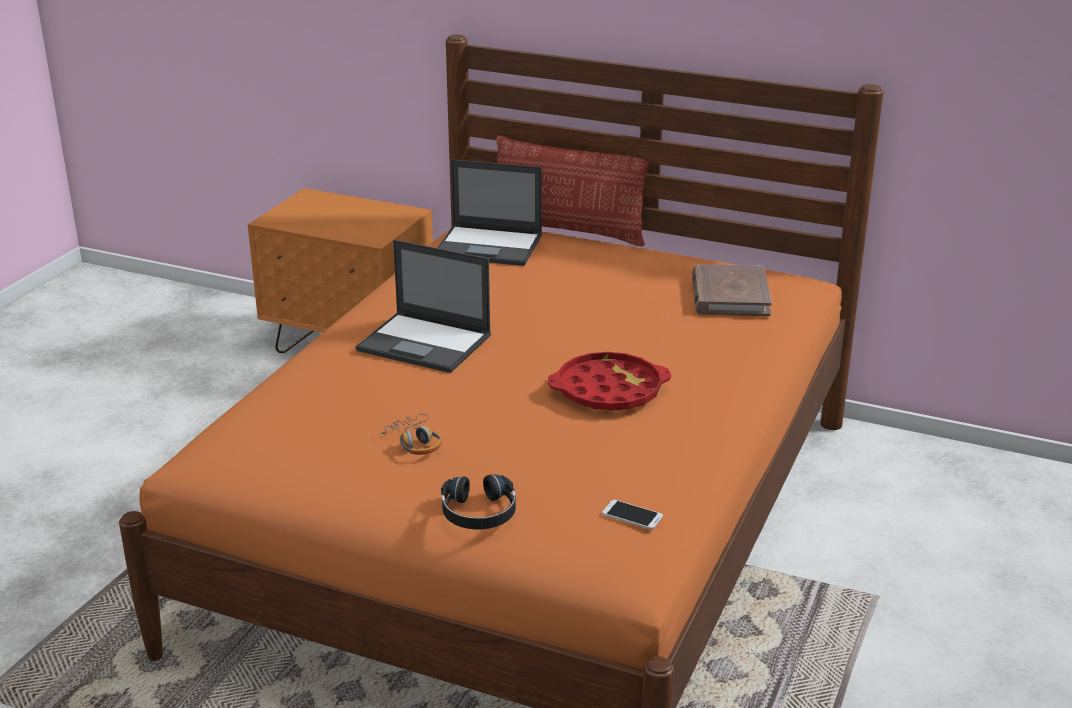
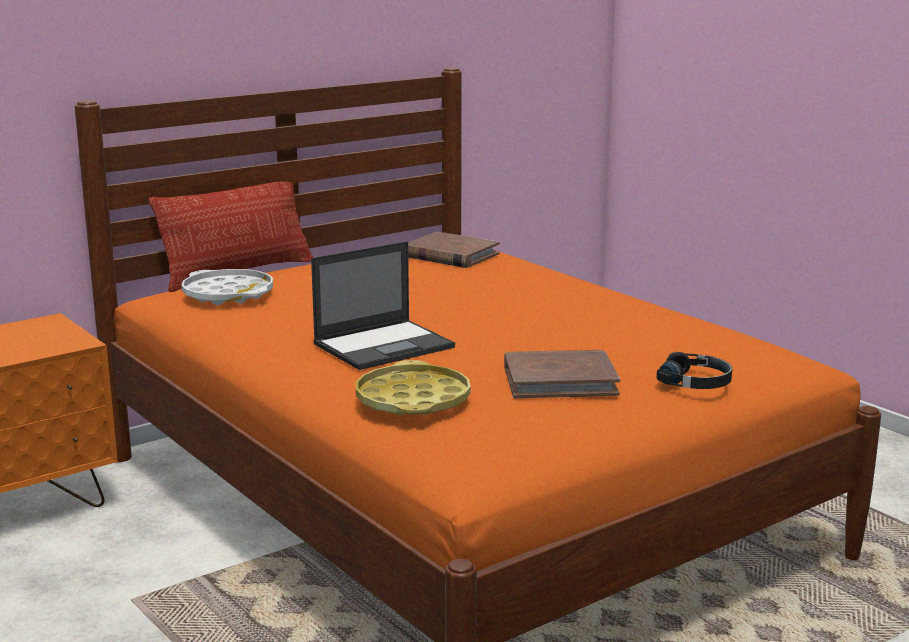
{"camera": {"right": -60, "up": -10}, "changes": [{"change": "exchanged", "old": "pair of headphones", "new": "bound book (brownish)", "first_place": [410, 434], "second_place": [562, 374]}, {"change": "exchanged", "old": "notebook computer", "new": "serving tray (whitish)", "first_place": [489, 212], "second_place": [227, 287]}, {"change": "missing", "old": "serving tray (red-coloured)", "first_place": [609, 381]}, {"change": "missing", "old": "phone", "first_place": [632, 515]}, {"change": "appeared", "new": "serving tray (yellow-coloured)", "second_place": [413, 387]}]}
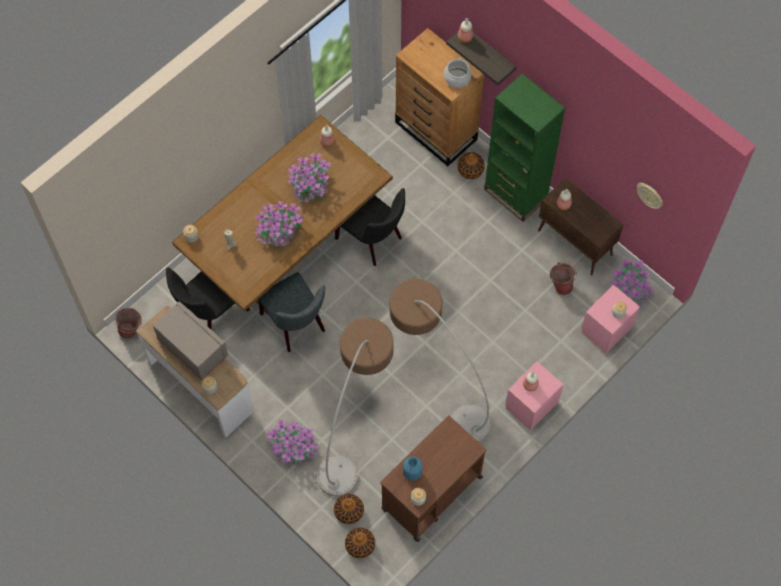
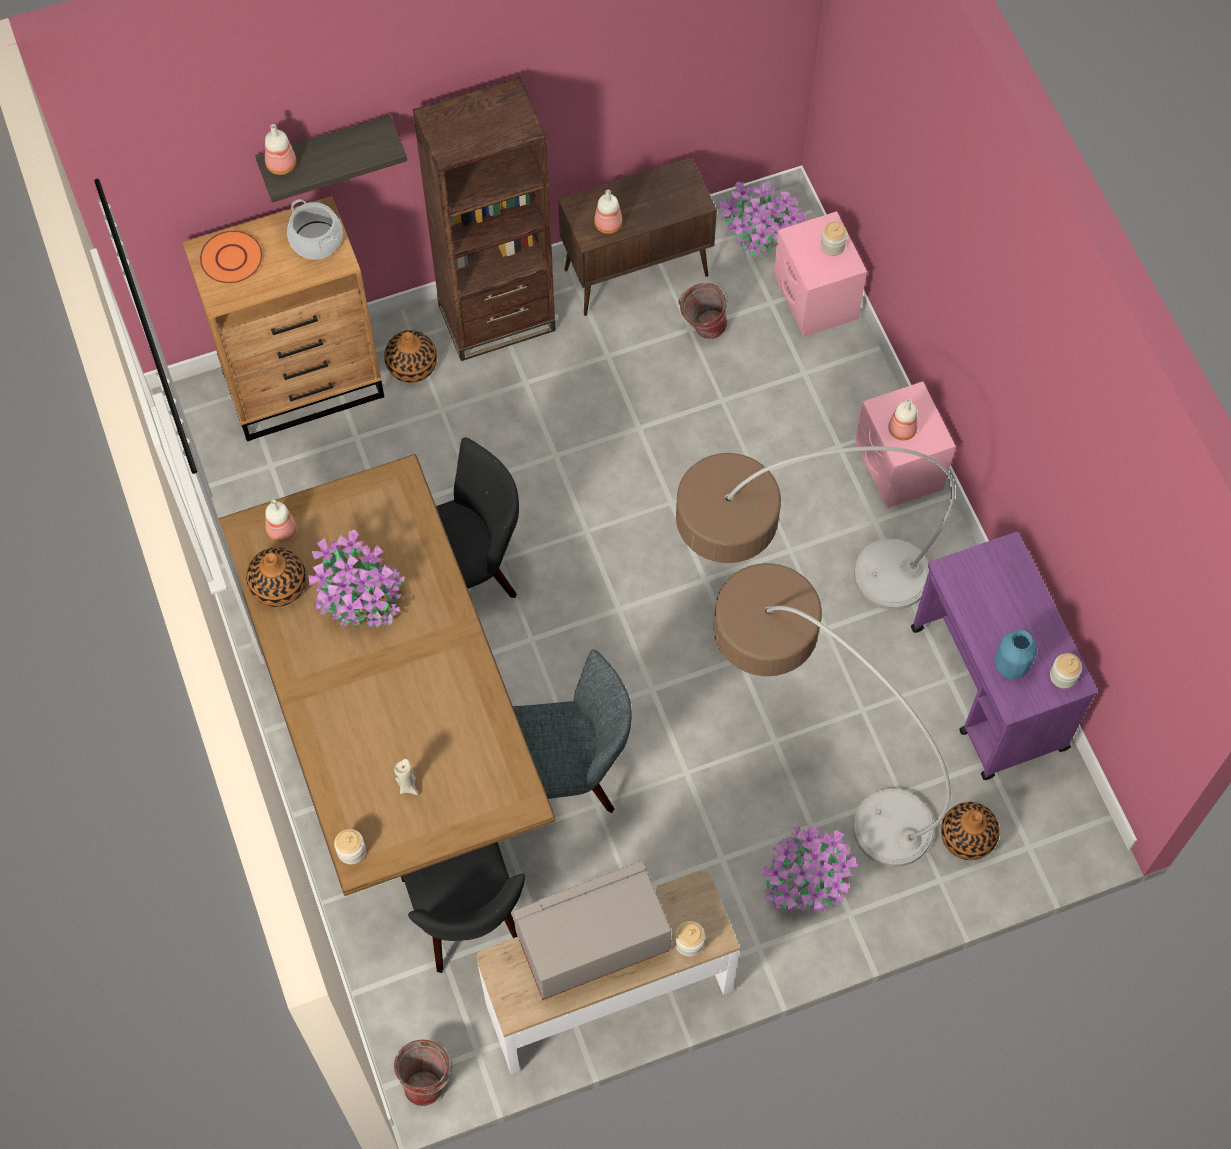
{"camera": {"right": -65, "up": 0}, "changes": [{"change": "missing", "old": "houseplant", "first_place": [279, 224]}, {"change": "relocated", "old": "decorative vase", "first_place": [360, 543], "second_place": [276, 577]}, {"change": "colour", "old": "wheeled cart (brownish)", "new": "wheeled cart (purplish)", "first_place": [433, 479], "second_place": [1004, 656]}, {"change": "colour", "old": "shelving unit (green-coloured)", "new": "shelving unit (brownish)", "first_place": [524, 148], "second_place": [484, 219]}, {"change": "missing", "old": "hanging clock", "first_place": [650, 196]}, {"change": "appeared", "new": "dinner plate (orange-coloured)", "second_place": [231, 257]}]}
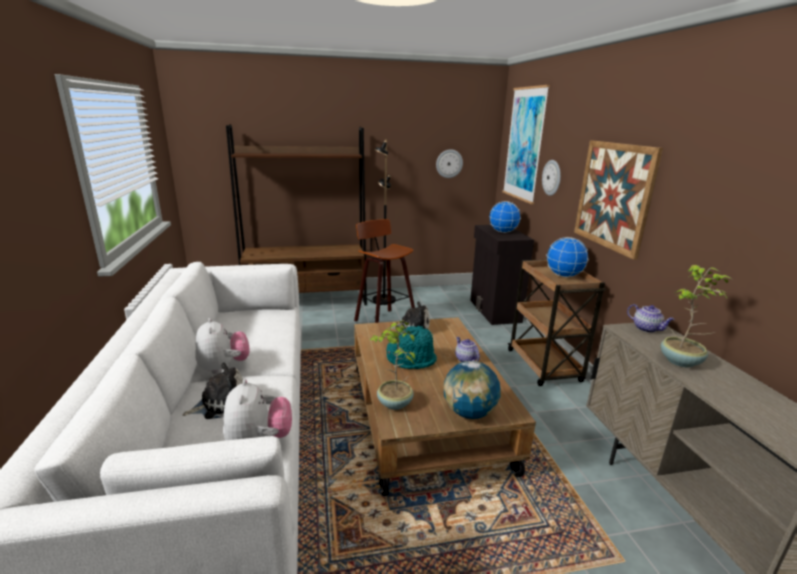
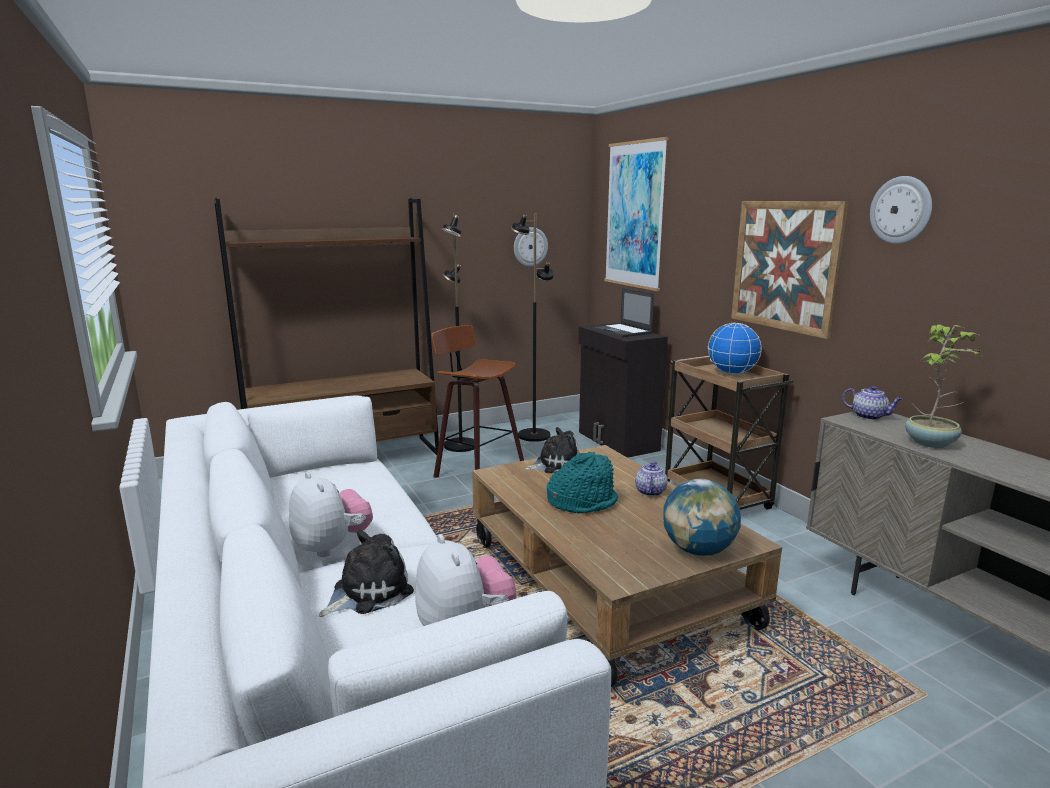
{"camera": {"right": -15, "up": -5}, "changes": [{"change": "missing", "old": "houseplant", "first_place": [392, 365]}, {"change": "spun", "old": "pot for tea", "first_place": [467, 349], "second_place": [651, 478], "degrees": 60}, {"change": "exchanged", "old": "world globe", "new": "notebook computer", "first_place": [505, 217], "second_place": [623, 312]}, {"change": "relocated", "old": "hanging clock", "first_place": [551, 178], "second_place": [901, 210]}, {"change": "appeared", "new": "standard lamp (black-coloured)", "second_place": [532, 327]}]}
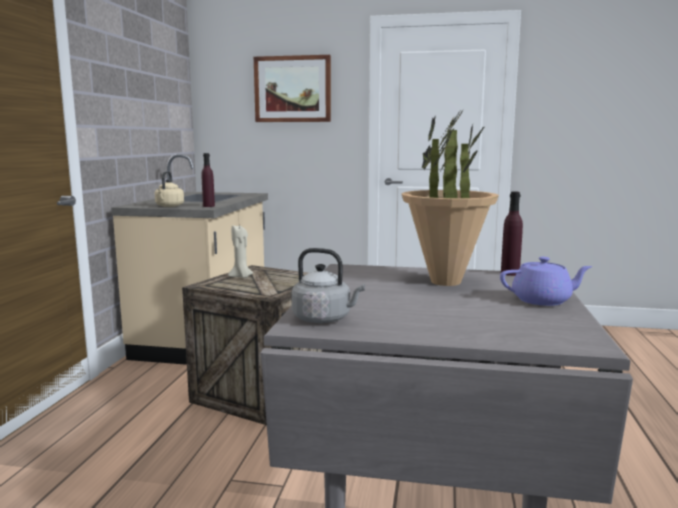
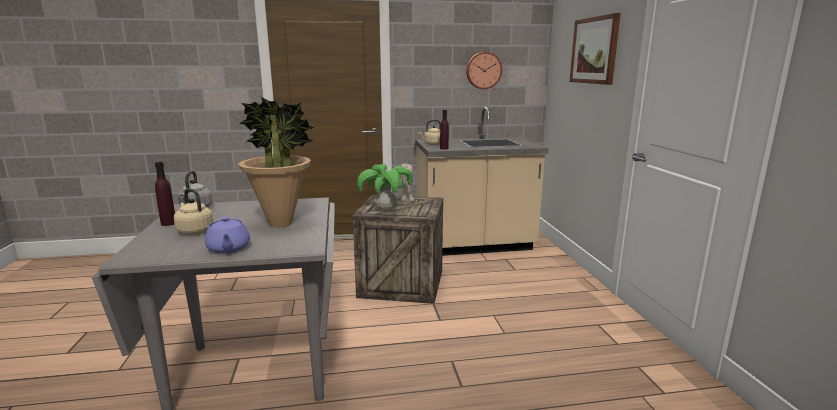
{"camera": {"right": 70, "up": 5}, "changes": [{"change": "relocated", "old": "beverage bottle (purplish)", "first_place": [512, 233], "second_place": [165, 194]}, {"change": "appeared", "new": "tea kettle (beige)", "second_place": [193, 211]}, {"change": "appeared", "new": "houseplant", "second_place": [385, 187]}, {"change": "appeared", "new": "hanging clock", "second_place": [484, 70]}]}
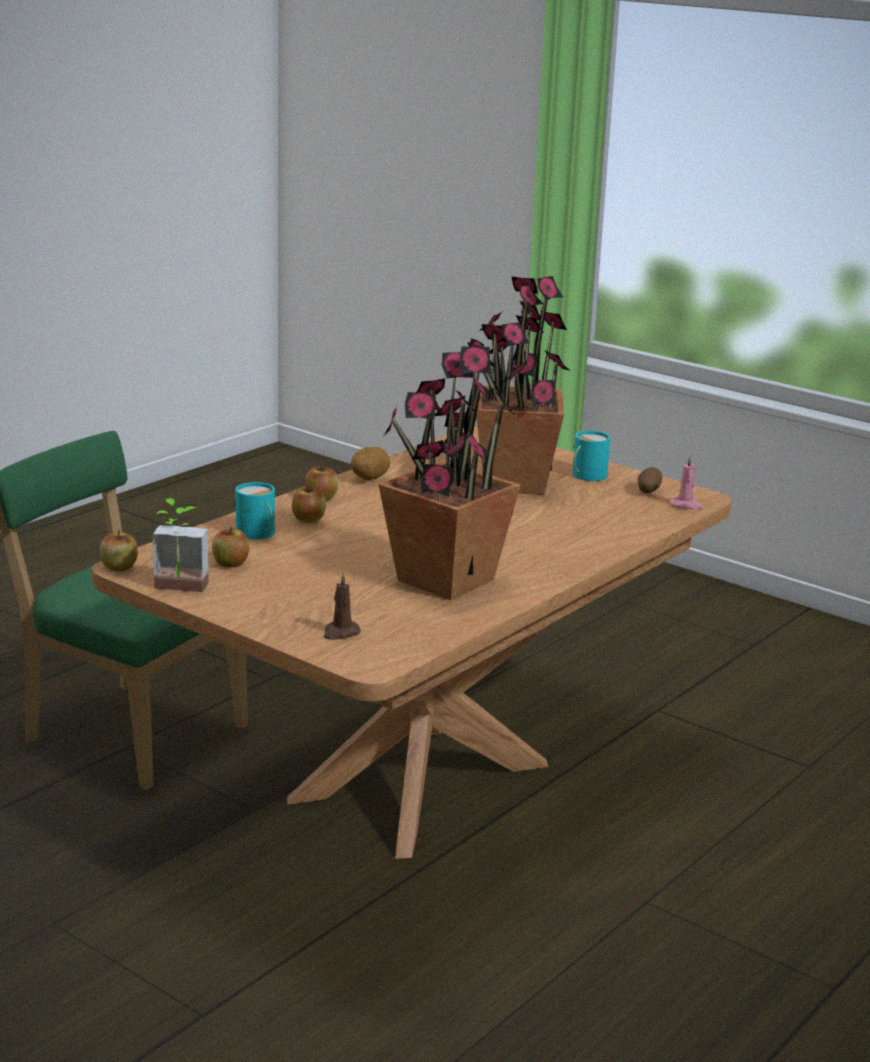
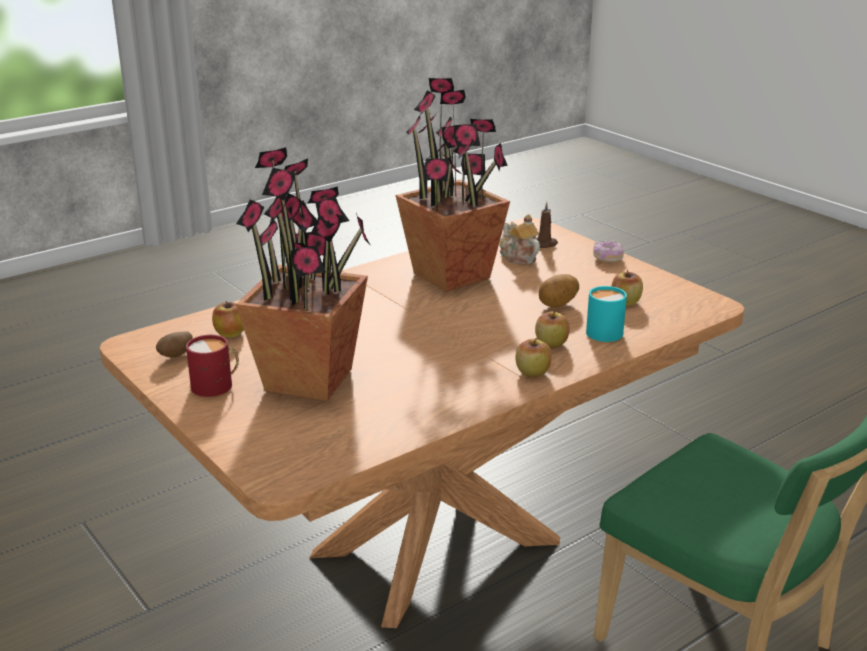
{"camera": {"right": -165, "up": 5}, "changes": [{"change": "relocated", "old": "whole apple", "first_place": [119, 550], "second_place": [228, 319]}, {"change": "missing", "old": "houseplant", "first_place": [181, 545]}, {"change": "relocated", "old": "potato", "first_place": [370, 463], "second_place": [559, 291]}, {"change": "colour", "old": "coffee mug (turquoise)", "new": "coffee mug (red-coloured)", "first_place": [591, 456], "second_place": [212, 366]}, {"change": "missing", "old": "wax light (pink-coloured)", "first_place": [686, 482]}, {"change": "appeared", "new": "pot for tea", "second_place": [519, 239]}, {"change": "appeared", "new": "donut", "second_place": [608, 251]}]}
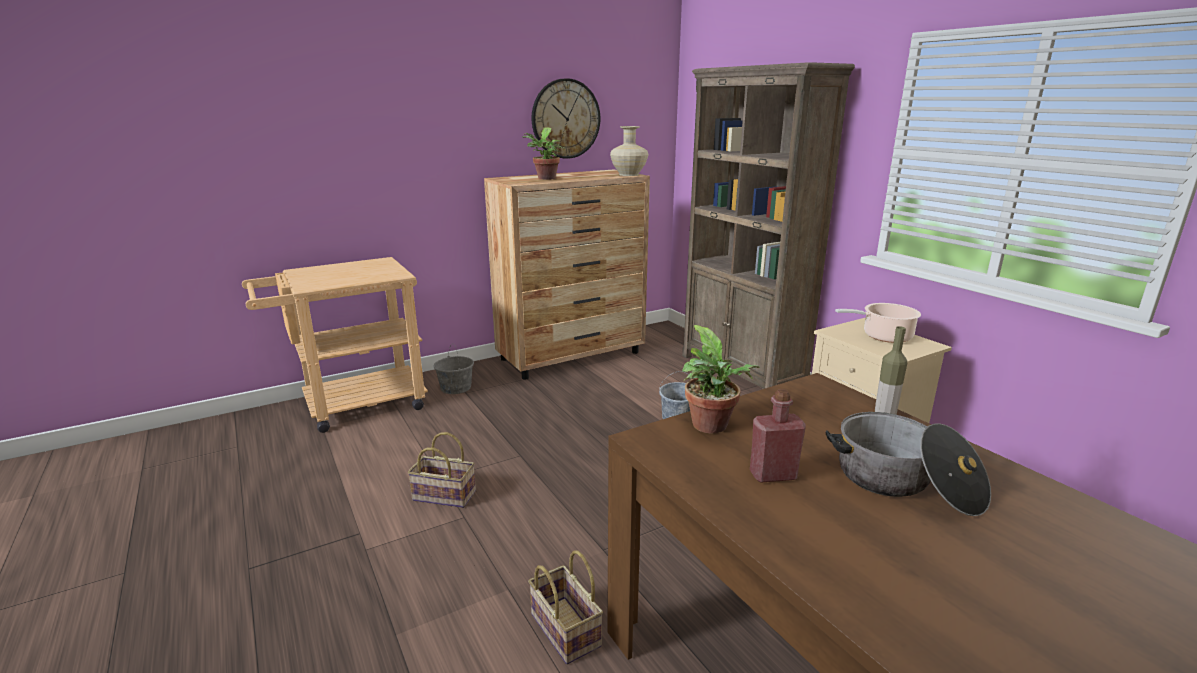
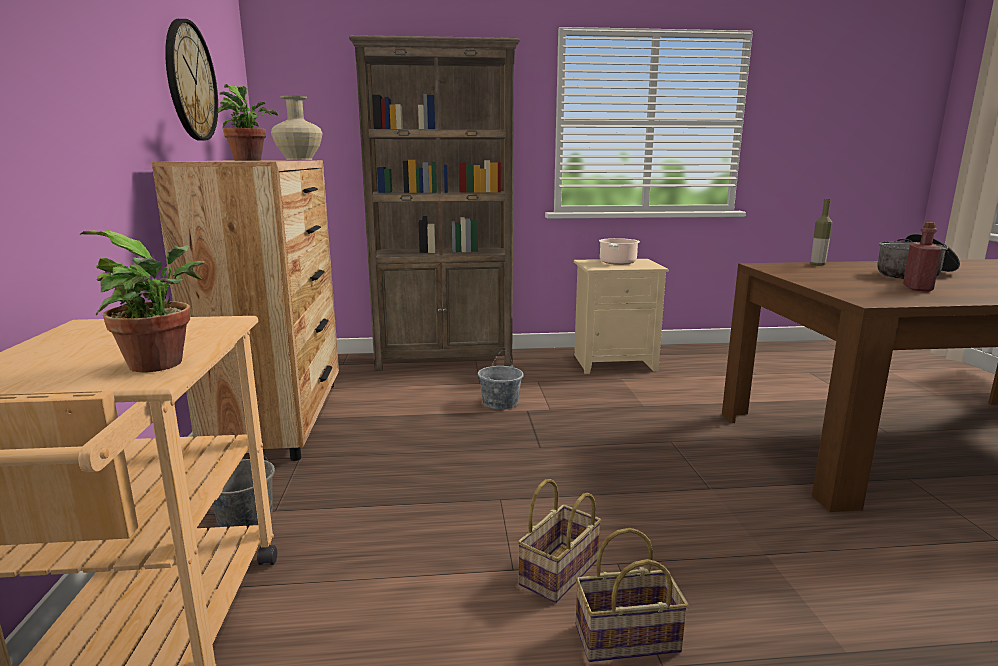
{"camera": {"right": -65, "up": -5}, "changes": [{"change": "relocated", "old": "storage basket", "first_place": [565, 607], "second_place": [632, 595]}, {"change": "relocated", "old": "houseplant", "first_place": [721, 379], "second_place": [142, 301]}]}
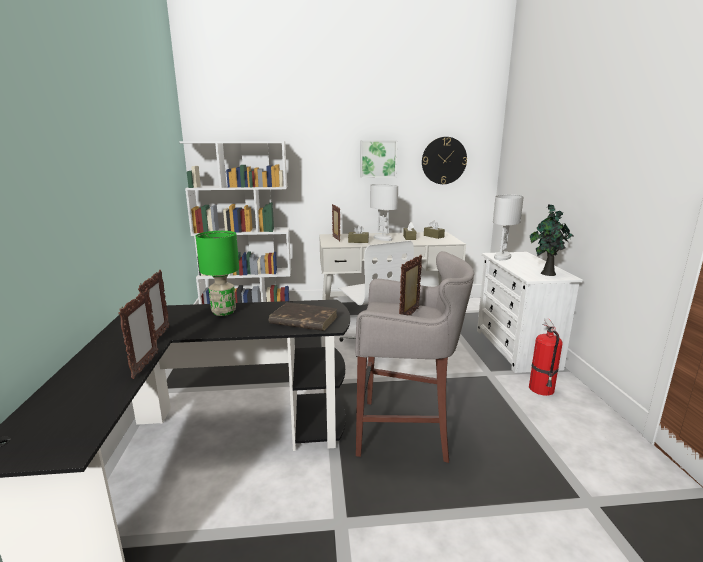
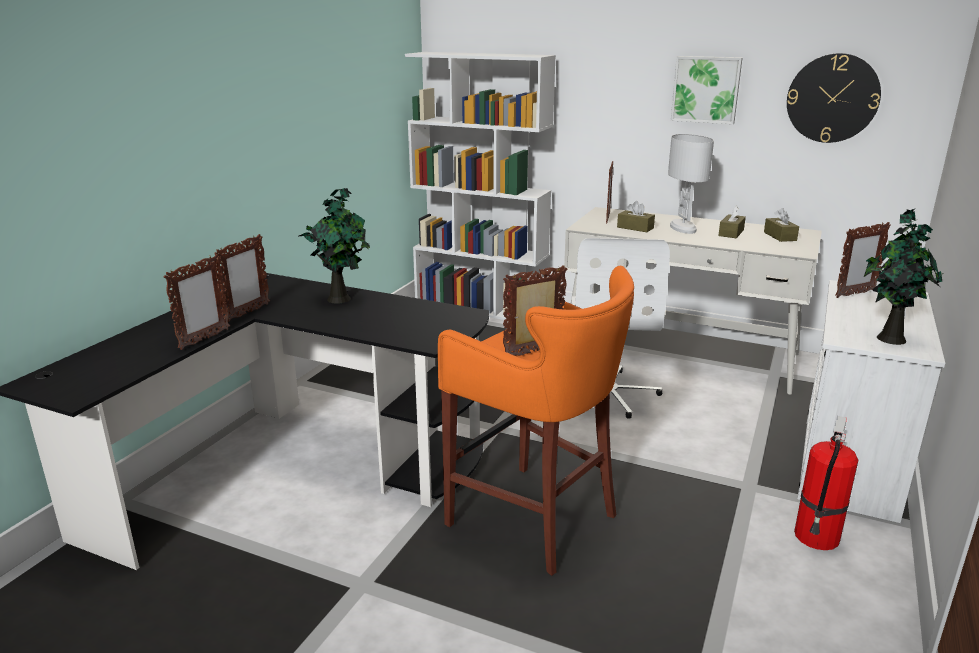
{"camera": {"right": 30, "up": 5}, "changes": [{"change": "exchanged", "old": "table lamp (green-coloured)", "new": "houseplant", "first_place": [217, 273], "second_place": [334, 246]}, {"change": "missing", "old": "bound book (brownish)", "first_place": [303, 316]}, {"change": "colour", "old": "stool (grey)", "new": "stool (orange-coloured)", "first_place": [414, 357], "second_place": [536, 421]}, {"change": "exchanged", "old": "table lamp (whitish)", "new": "photo frame", "first_place": [508, 227], "second_place": [863, 260]}]}
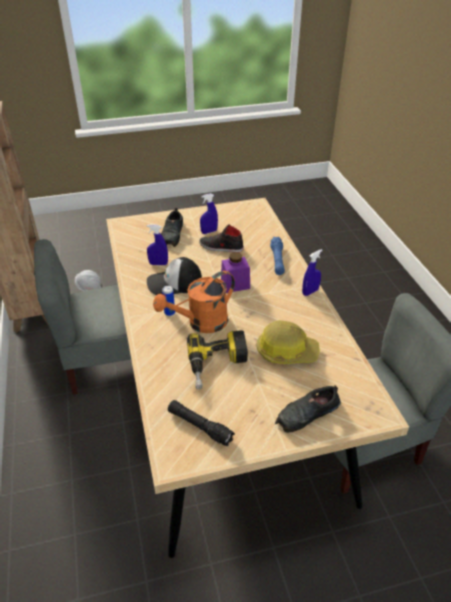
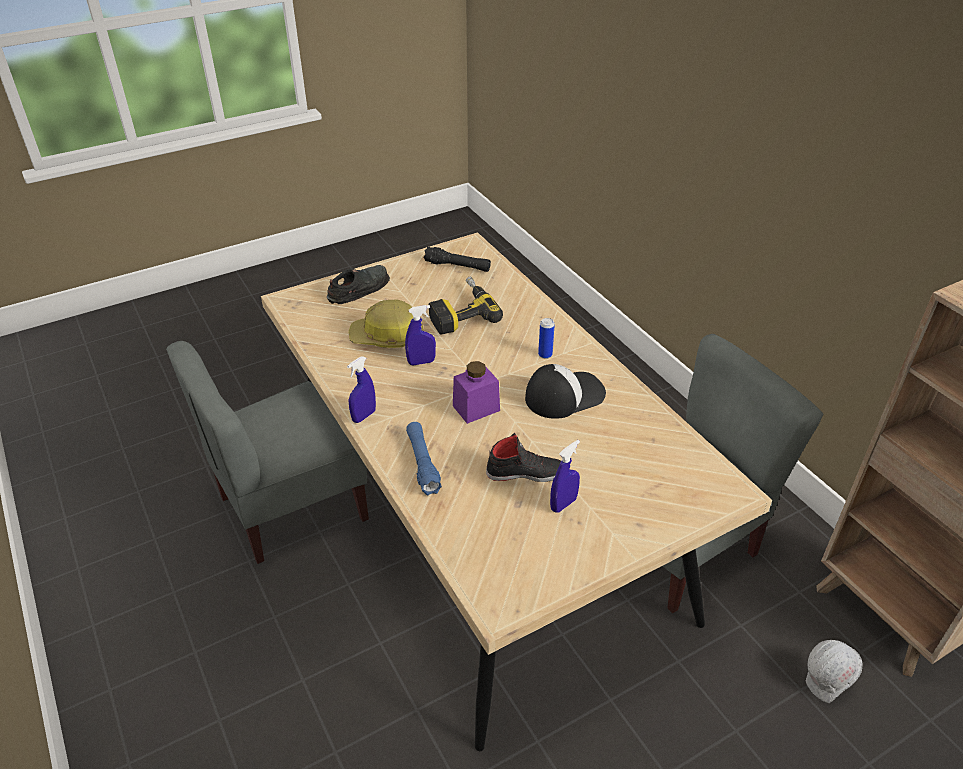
{"camera": {"right": 165, "up": 0}, "changes": [{"change": "relocated", "old": "spray bottle (blue-coloured)", "first_place": [157, 244], "second_place": [420, 335]}, {"change": "missing", "old": "sprinkling can (orange-coloured)", "first_place": [194, 302]}, {"change": "missing", "old": "low shoe (black-coloured)", "first_place": [172, 227]}]}
